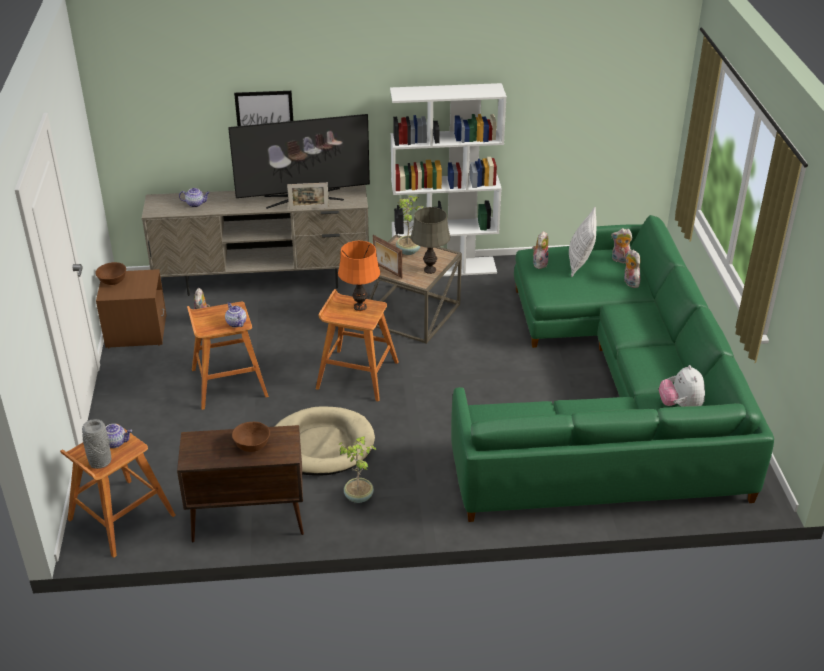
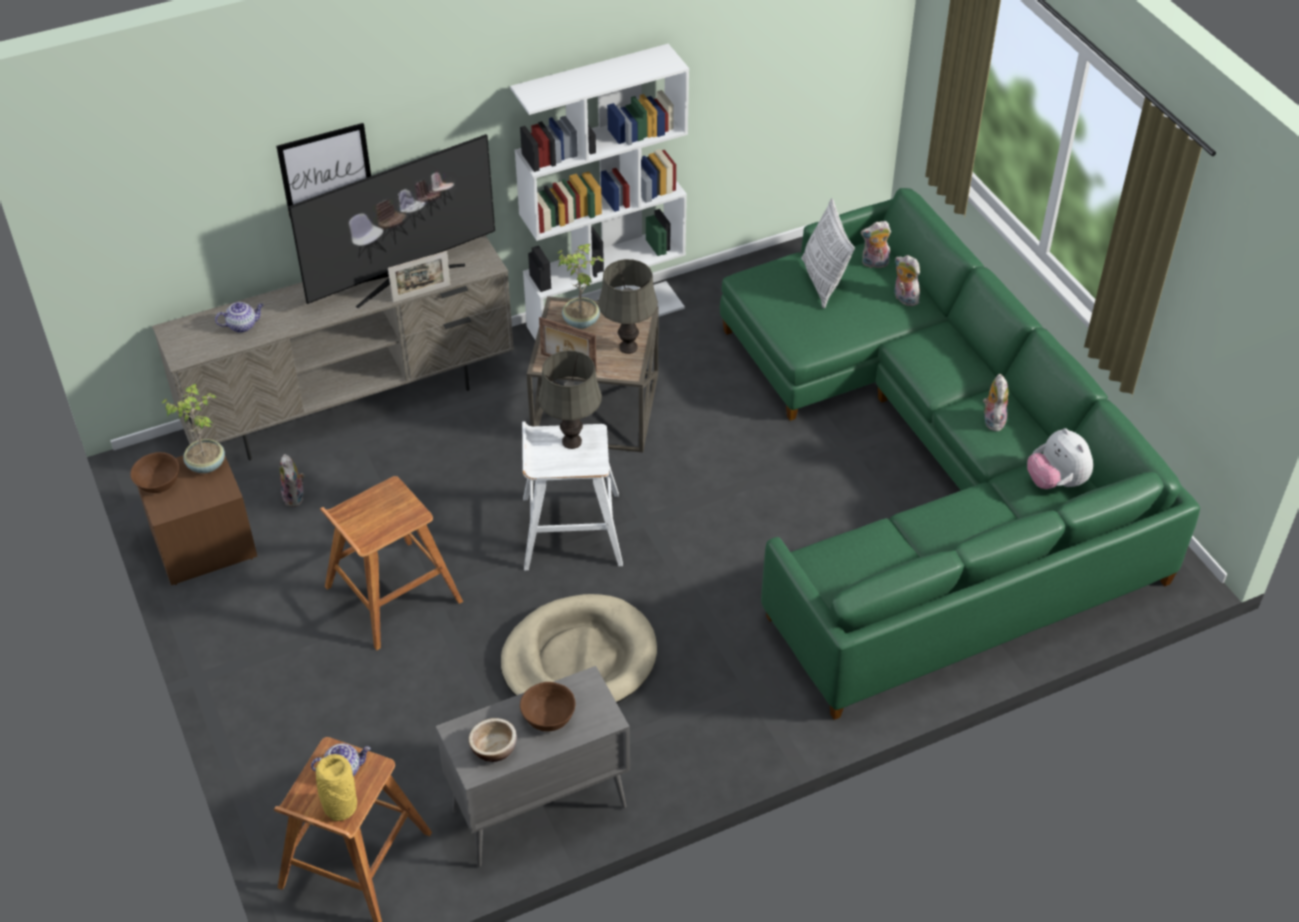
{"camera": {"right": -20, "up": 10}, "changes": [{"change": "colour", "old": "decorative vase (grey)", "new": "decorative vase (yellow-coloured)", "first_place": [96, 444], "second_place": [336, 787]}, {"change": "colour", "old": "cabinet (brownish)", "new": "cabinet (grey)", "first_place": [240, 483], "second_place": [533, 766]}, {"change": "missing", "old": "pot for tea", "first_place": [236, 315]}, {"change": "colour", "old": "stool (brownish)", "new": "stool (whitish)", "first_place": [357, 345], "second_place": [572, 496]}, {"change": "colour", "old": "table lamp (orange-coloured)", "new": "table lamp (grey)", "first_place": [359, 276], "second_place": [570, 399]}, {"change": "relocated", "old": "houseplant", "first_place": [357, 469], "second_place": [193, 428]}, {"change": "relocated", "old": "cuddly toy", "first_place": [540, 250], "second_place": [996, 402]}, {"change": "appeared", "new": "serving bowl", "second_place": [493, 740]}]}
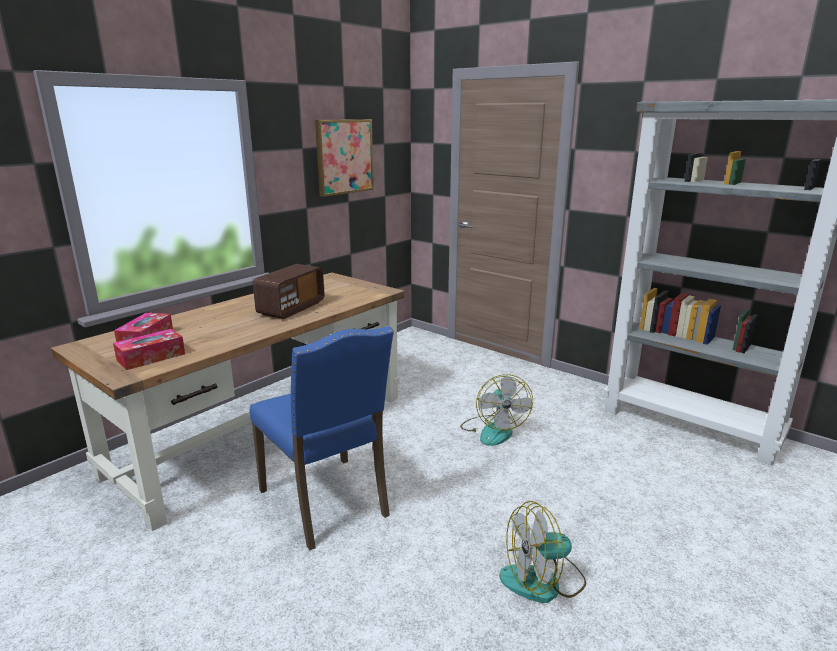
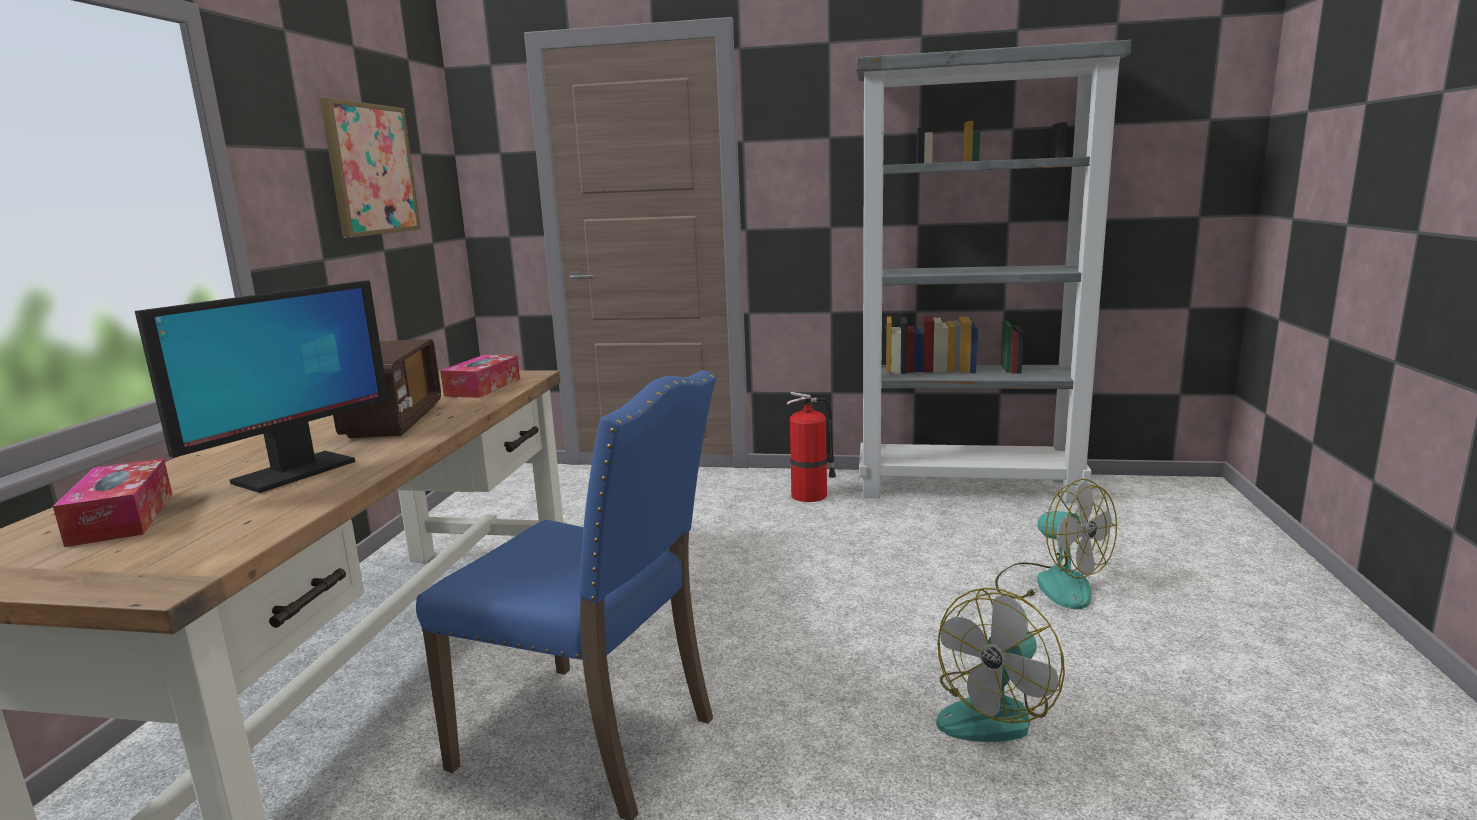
{"camera": {"right": -30, "up": -5}, "changes": [{"change": "relocated", "old": "tissue box", "first_place": [149, 349], "second_place": [480, 376]}, {"change": "relocated", "old": "fan", "first_place": [496, 410], "second_place": [1056, 544]}, {"change": "appeared", "new": "computer display", "second_place": [262, 386]}, {"change": "appeared", "new": "extinguisher", "second_place": [811, 446]}]}
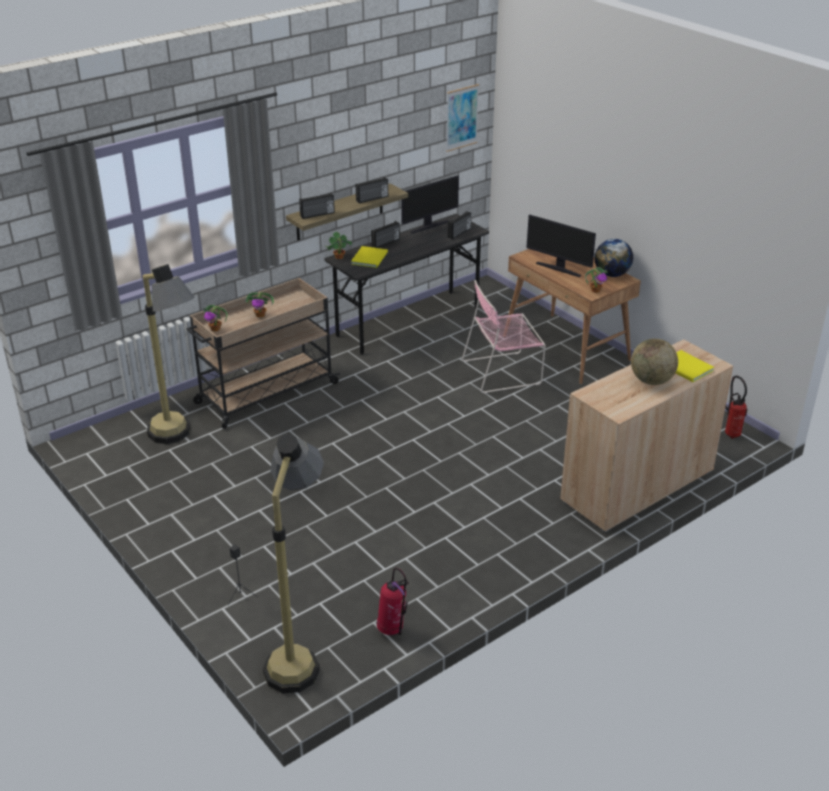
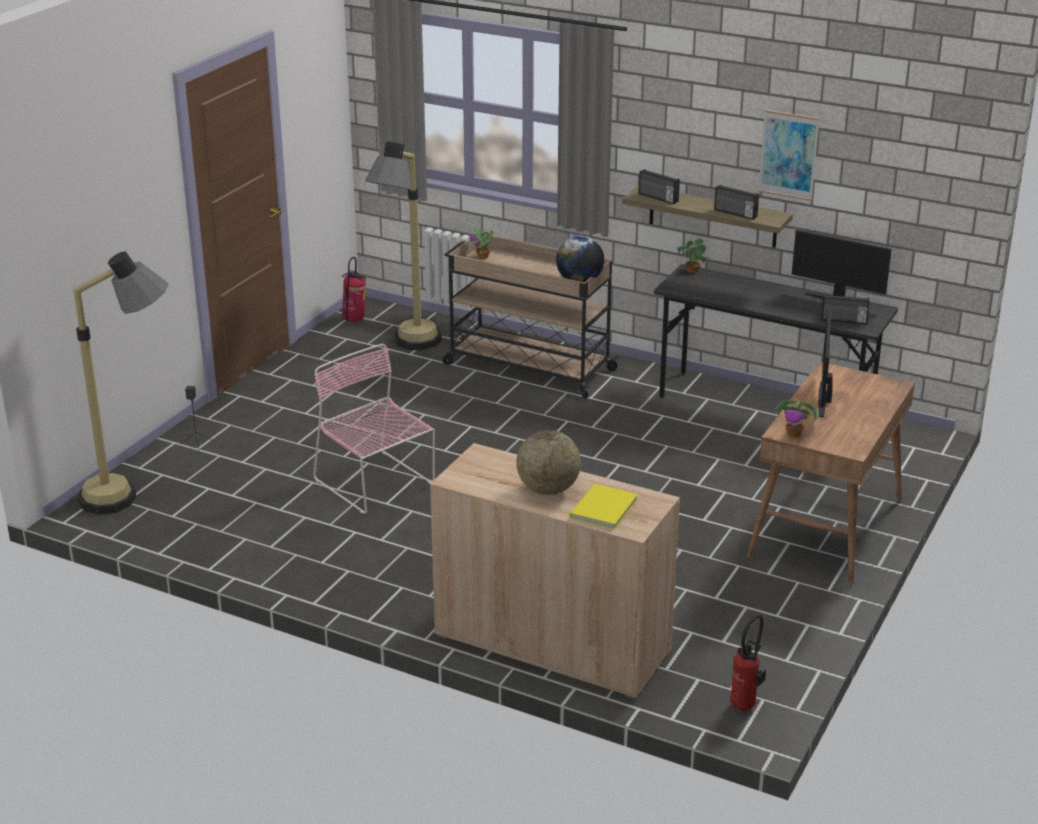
{"camera": {"right": 65, "up": -5}, "changes": [{"change": "missing", "old": "houseplant", "first_place": [259, 305]}, {"change": "missing", "old": "bound book (yellow-coloured)", "first_place": [369, 257]}, {"change": "missing", "old": "radio", "first_place": [385, 234]}, {"change": "relocated", "old": "extinguisher", "first_place": [393, 601], "second_place": [354, 289]}, {"change": "relocated", "old": "wall picture", "first_place": [462, 118], "second_place": [789, 155]}, {"change": "relocated", "old": "upright chair (pink-coloured)", "first_place": [503, 336], "second_place": [374, 429]}, {"change": "relocated", "old": "world globe", "first_place": [614, 258], "second_place": [580, 259]}]}
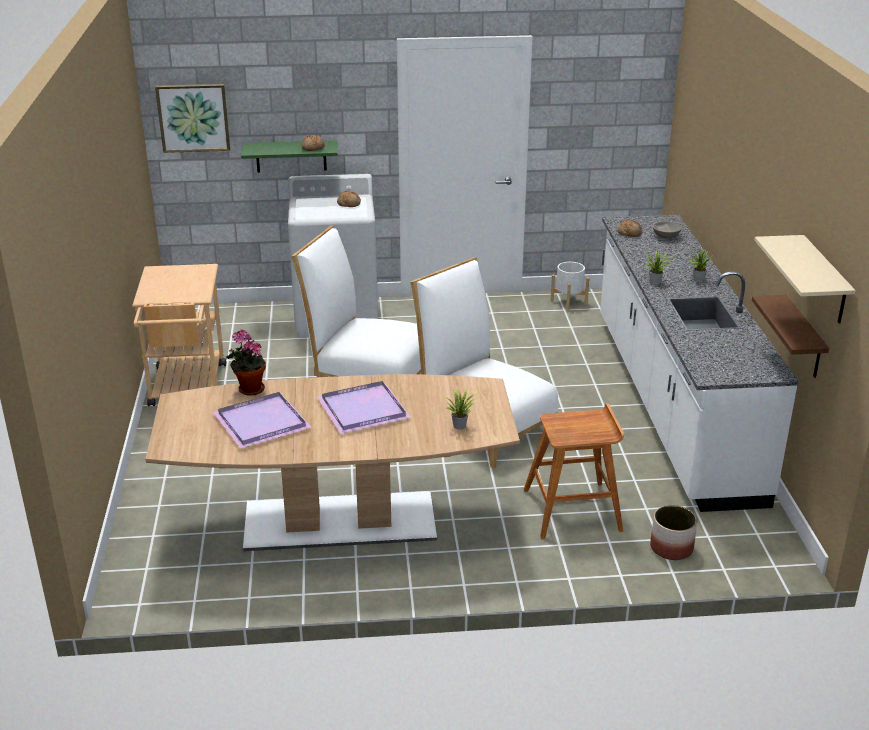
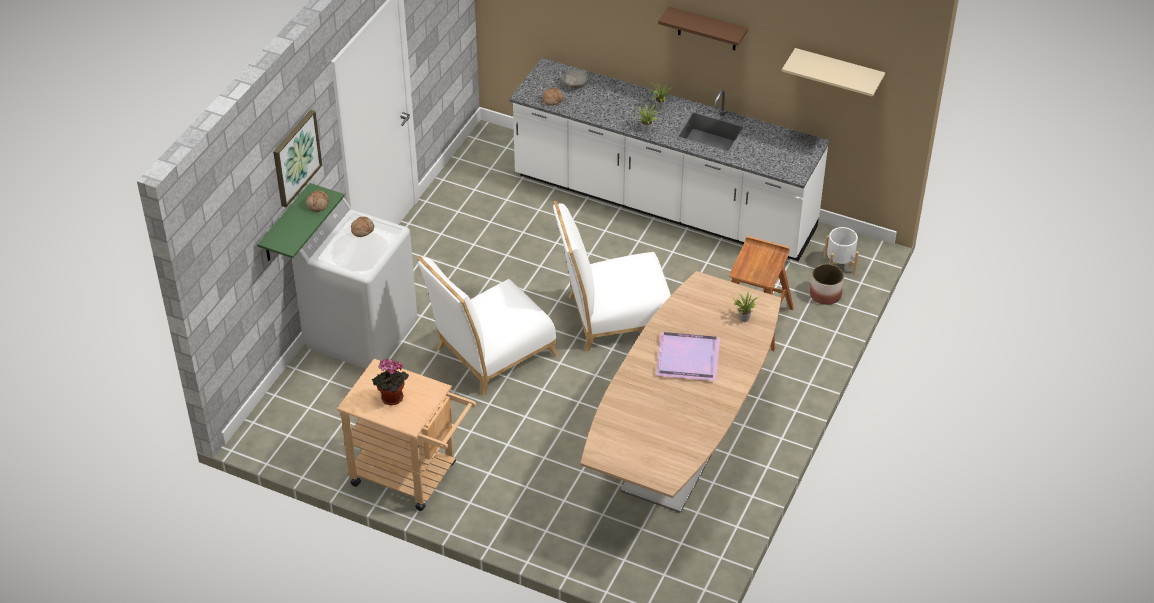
{"camera": {"right": -60, "up": 15}, "changes": [{"change": "relocated", "old": "wall picture", "first_place": [192, 118], "second_place": [297, 158]}, {"change": "missing", "old": "serving tray (purplish)", "first_place": [262, 420]}, {"change": "relocated", "old": "houseplant", "first_place": [246, 363], "second_place": [390, 382]}, {"change": "relocated", "old": "flower pot (whitish)", "first_place": [570, 286], "second_place": [841, 251]}, {"change": "relocated", "old": "shelf (brownish)", "first_place": [790, 336], "second_place": [703, 28]}]}
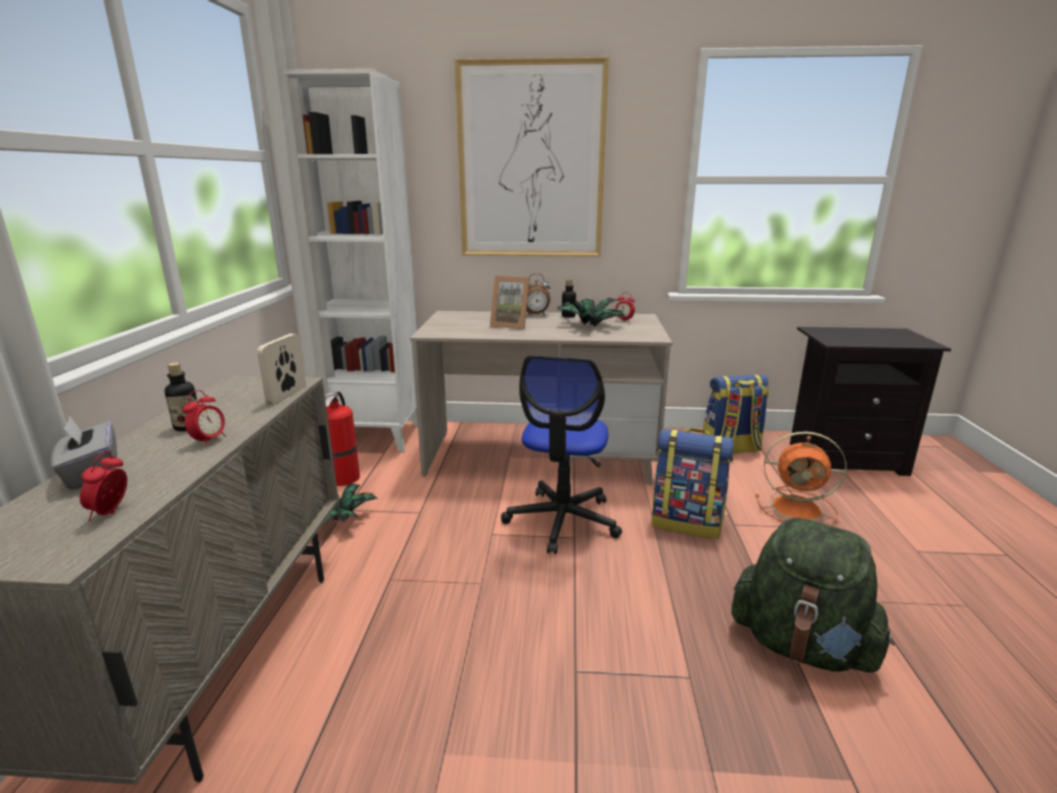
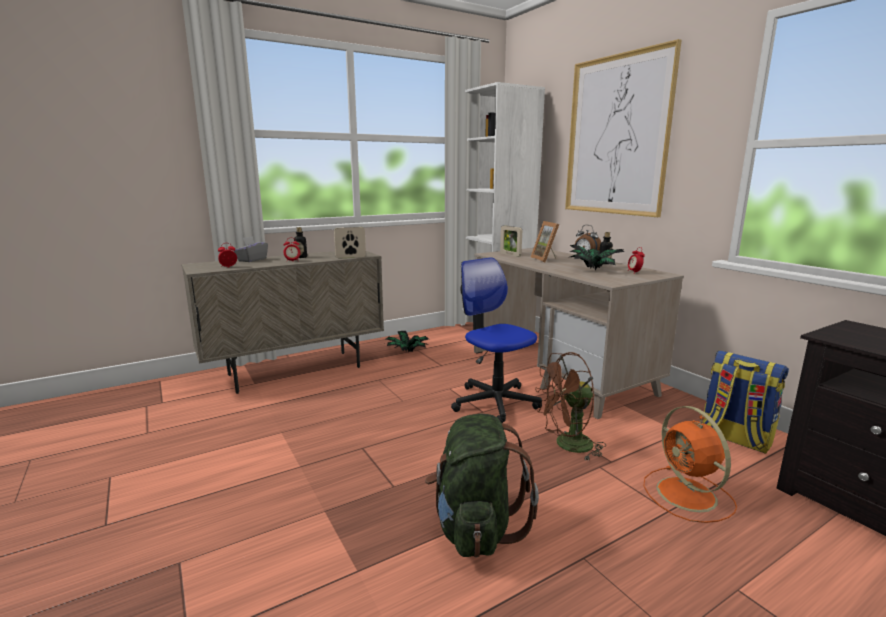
{"camera": {"right": 55, "up": -5}, "changes": [{"change": "missing", "old": "extinguisher", "first_place": [342, 439]}, {"change": "spun", "old": "desk chair", "first_place": [561, 454], "second_place": [496, 340], "degrees": 75}, {"change": "exchanged", "old": "knapsack", "new": "fan (brownish)", "first_place": [693, 483], "second_place": [570, 406]}, {"change": "appeared", "new": "photo frame", "second_place": [511, 241]}]}
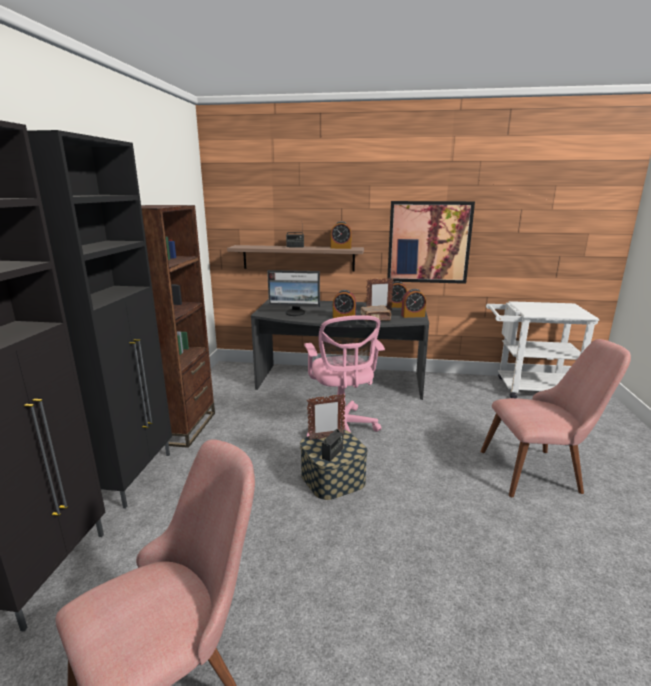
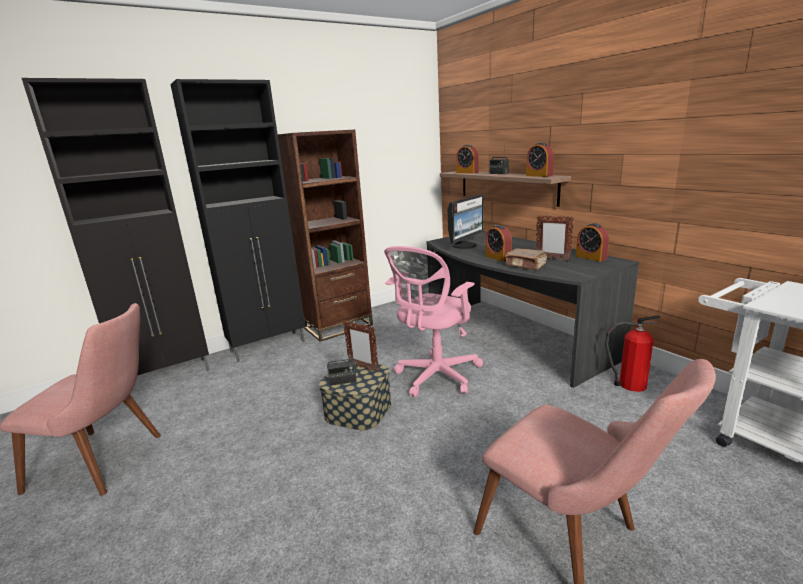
{"camera": {"right": 50, "up": 0}, "changes": [{"change": "spun", "old": "computer display", "first_place": [293, 293], "second_place": [465, 221], "degrees": -105}, {"change": "missing", "old": "wall picture", "first_place": [431, 242]}, {"change": "relocated", "old": "alarm clock", "first_place": [413, 303], "second_place": [467, 159]}, {"change": "appeared", "new": "extinguisher", "second_place": [633, 353]}]}
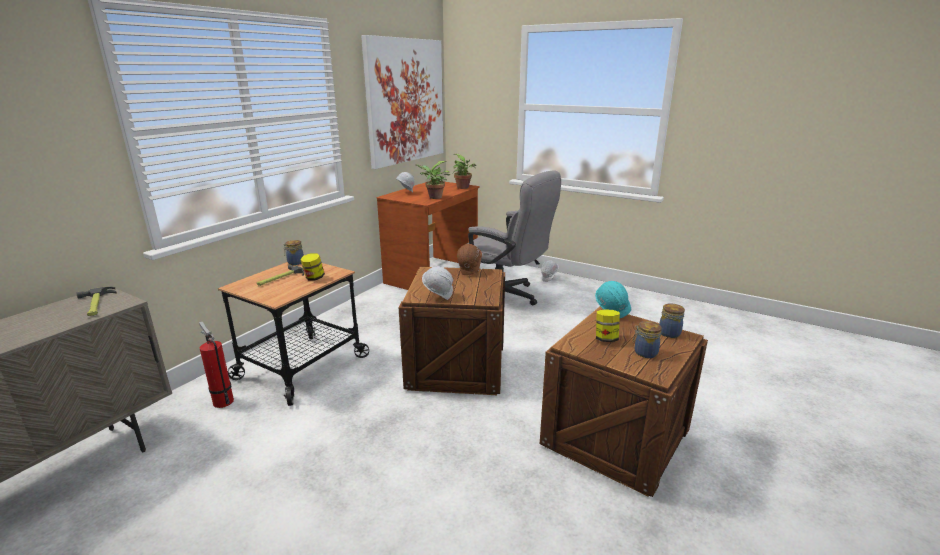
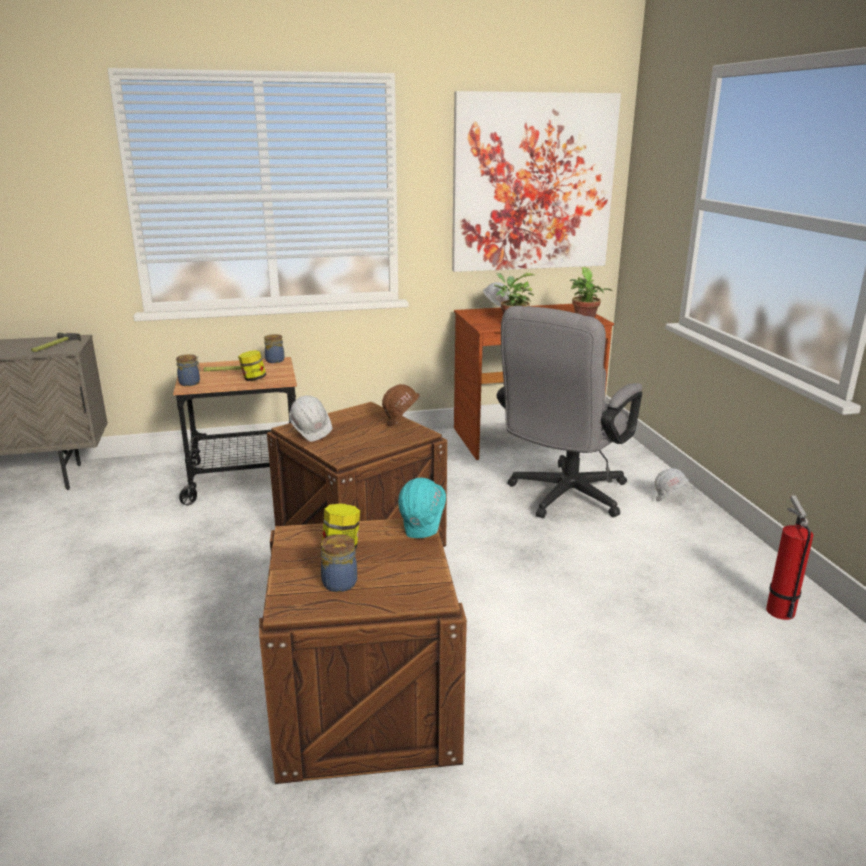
{"camera": {"right": 45, "up": 0}, "changes": [{"change": "relocated", "old": "extinguisher", "first_place": [216, 365], "second_place": [789, 557]}, {"change": "spun", "old": "desk chair (grey)", "first_place": [514, 238], "second_place": [569, 412], "degrees": 45}, {"change": "relocated", "old": "jar", "first_place": [672, 320], "second_place": [188, 370]}]}
